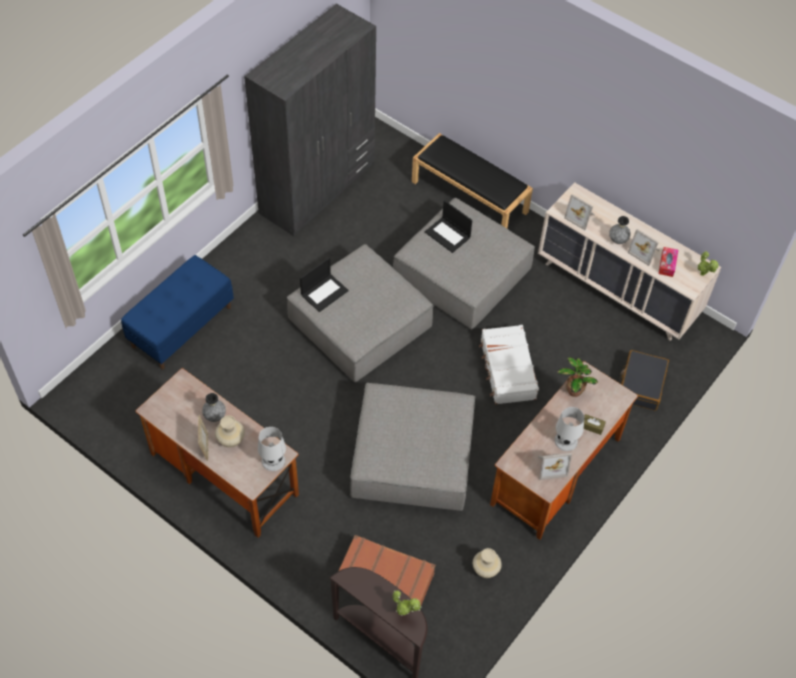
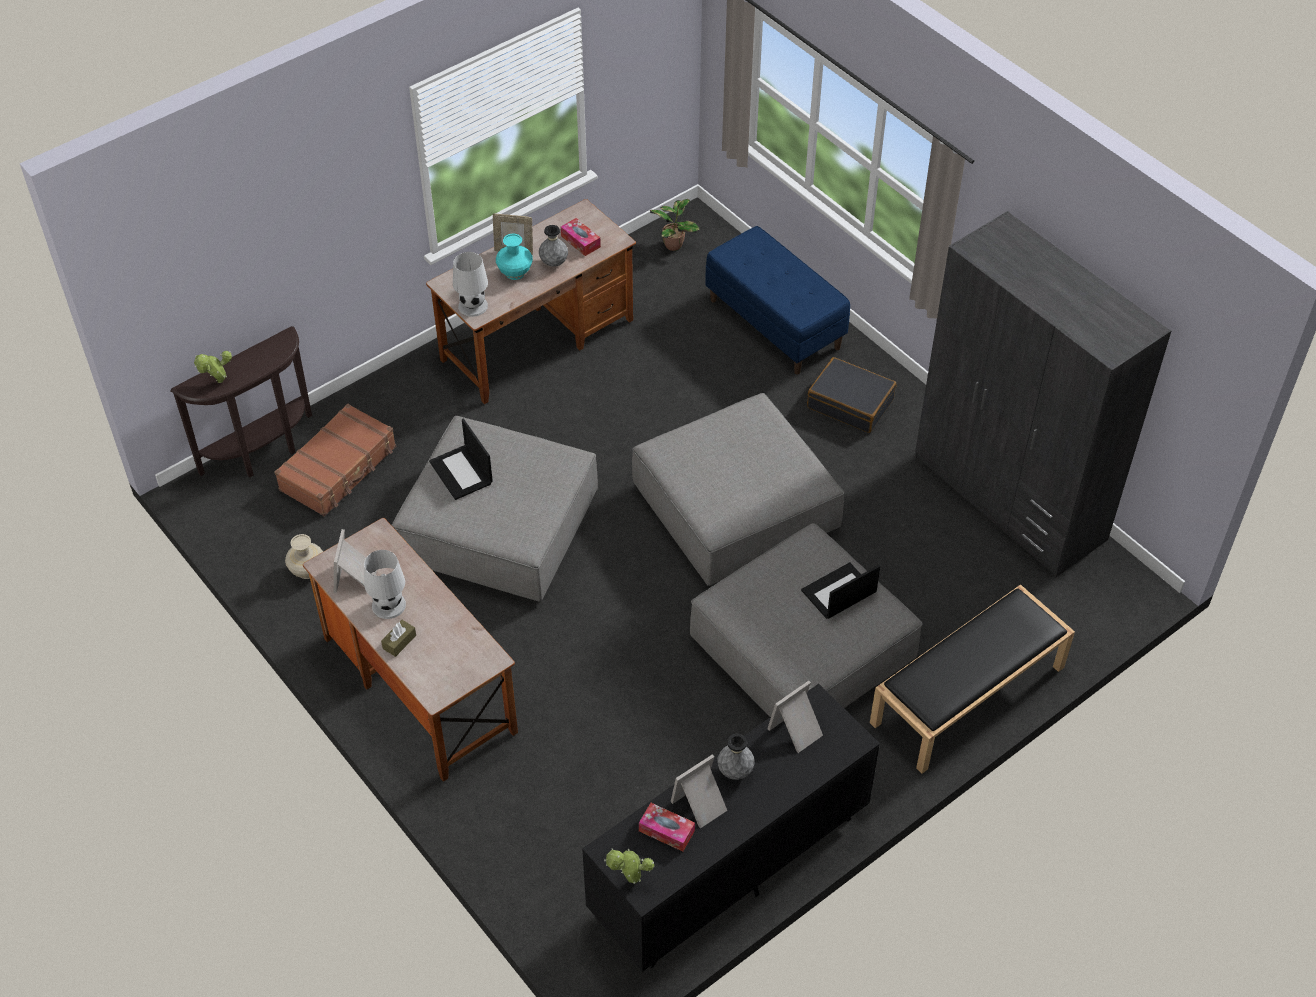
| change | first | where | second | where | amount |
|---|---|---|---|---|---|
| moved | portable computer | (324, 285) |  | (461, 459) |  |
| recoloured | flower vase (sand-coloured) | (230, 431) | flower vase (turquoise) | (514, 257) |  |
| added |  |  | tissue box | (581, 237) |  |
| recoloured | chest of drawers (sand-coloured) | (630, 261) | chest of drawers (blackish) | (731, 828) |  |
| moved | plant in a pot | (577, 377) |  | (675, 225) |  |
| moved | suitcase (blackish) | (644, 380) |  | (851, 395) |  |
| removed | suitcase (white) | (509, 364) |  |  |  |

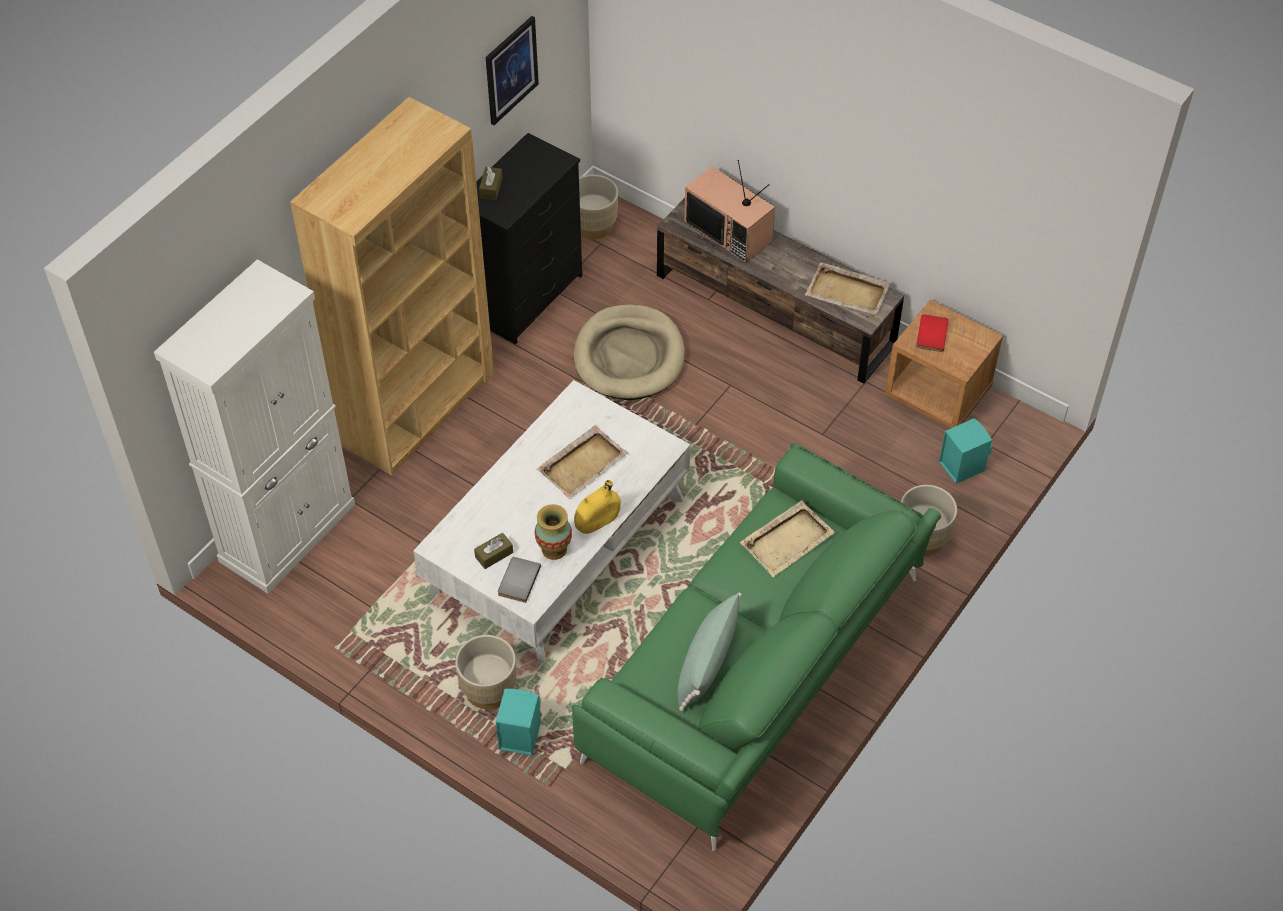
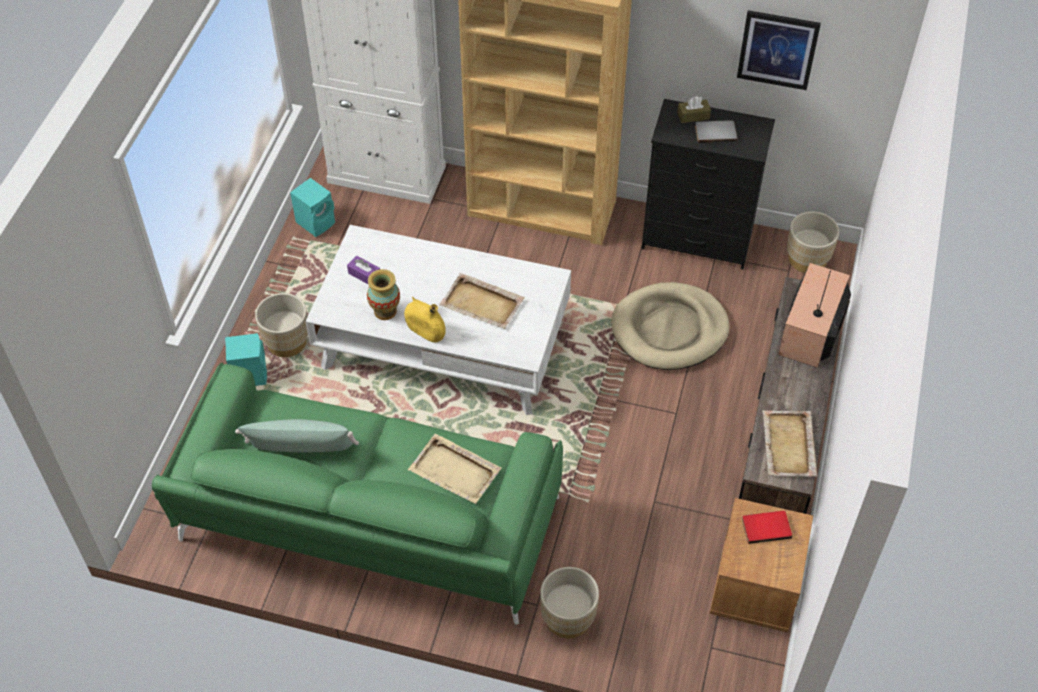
| change | first | where | second | where | amount |
|---|---|---|---|---|---|
| moved | loudspeaker (turquoise) | (965, 451) |  | (312, 207) |  |
| recoloured | tissue box (brown-coloured) | (493, 551) | tissue box (purplish) | (363, 270) |  |
| moved | volume (greyish) | (519, 580) |  | (716, 131) |  |

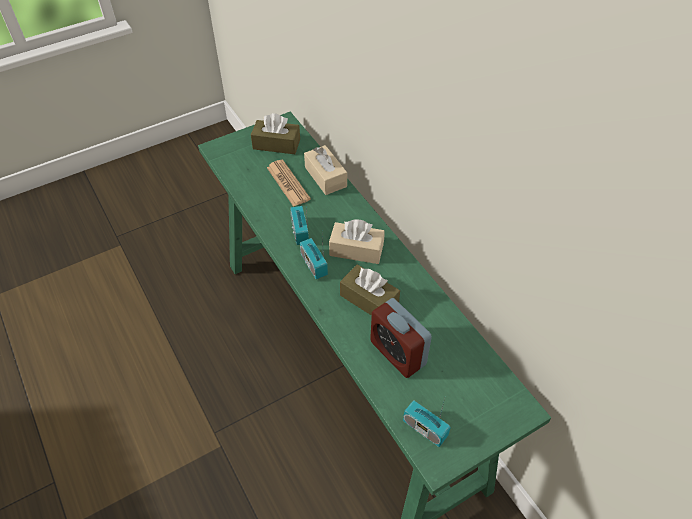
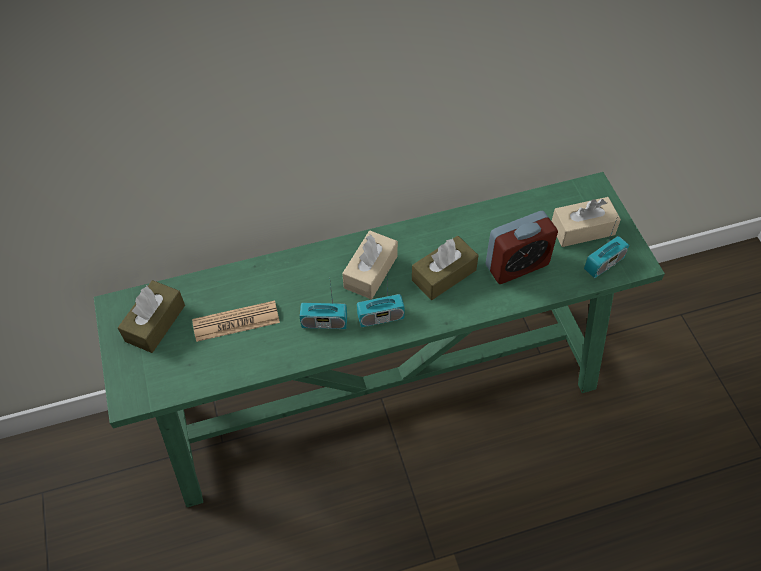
| change | first | where | second | where | amount |
|---|---|---|---|---|---|
| moved | tissue box (sand-coloured) | (325, 170) |  | (586, 222) |  |

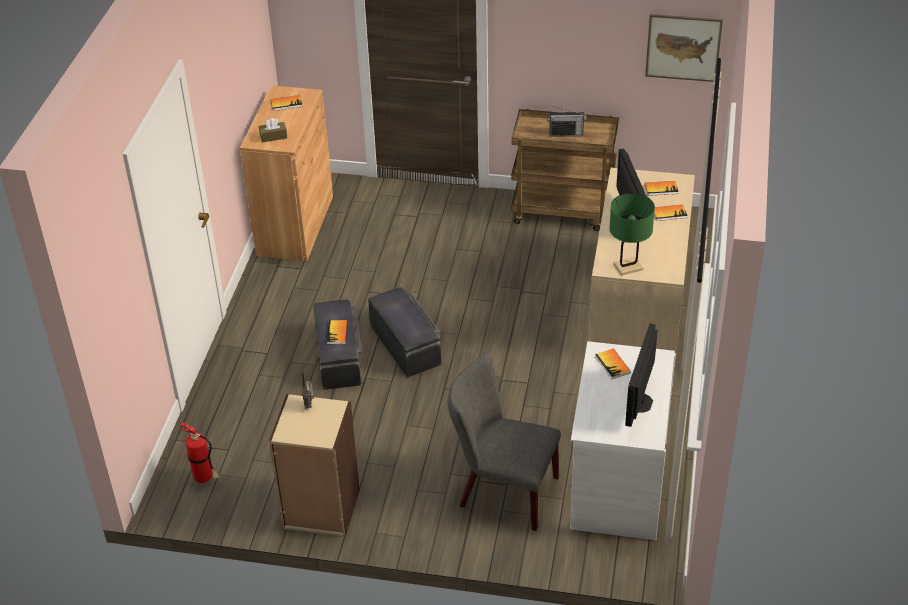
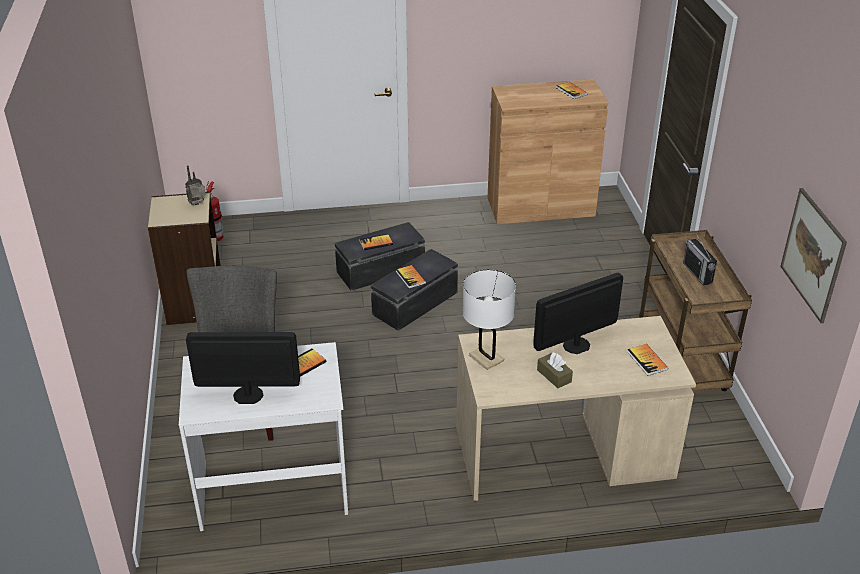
| change | first | where | second | where | amount |
|---|---|---|---|---|---|
| moved | volume | (671, 213) |  | (411, 277) |  |
| recoloured | lamp for a table (greenish) | (632, 234) | lamp for a table (white) | (489, 319) |  |
| moved | tissue box (brown-coloured) | (273, 130) |  | (555, 370) |  |

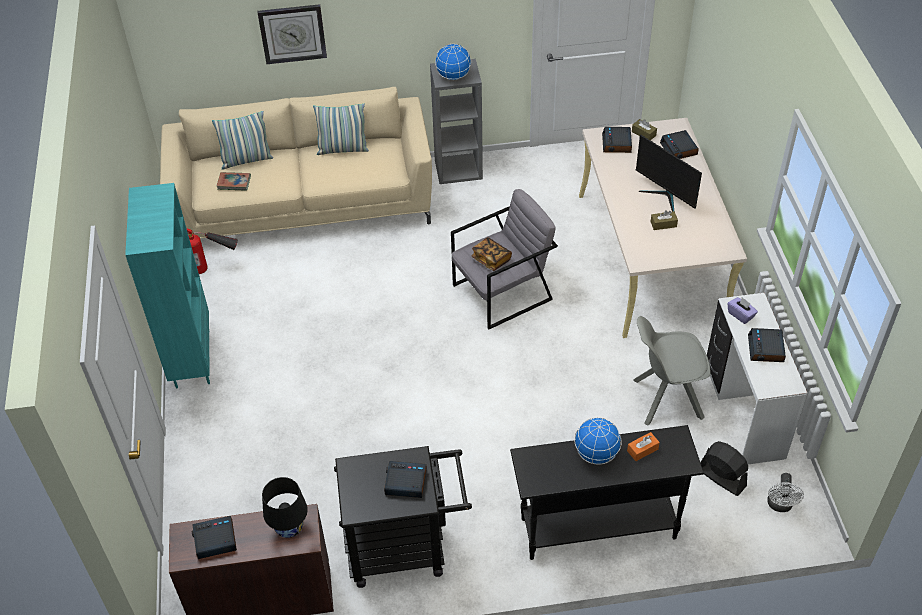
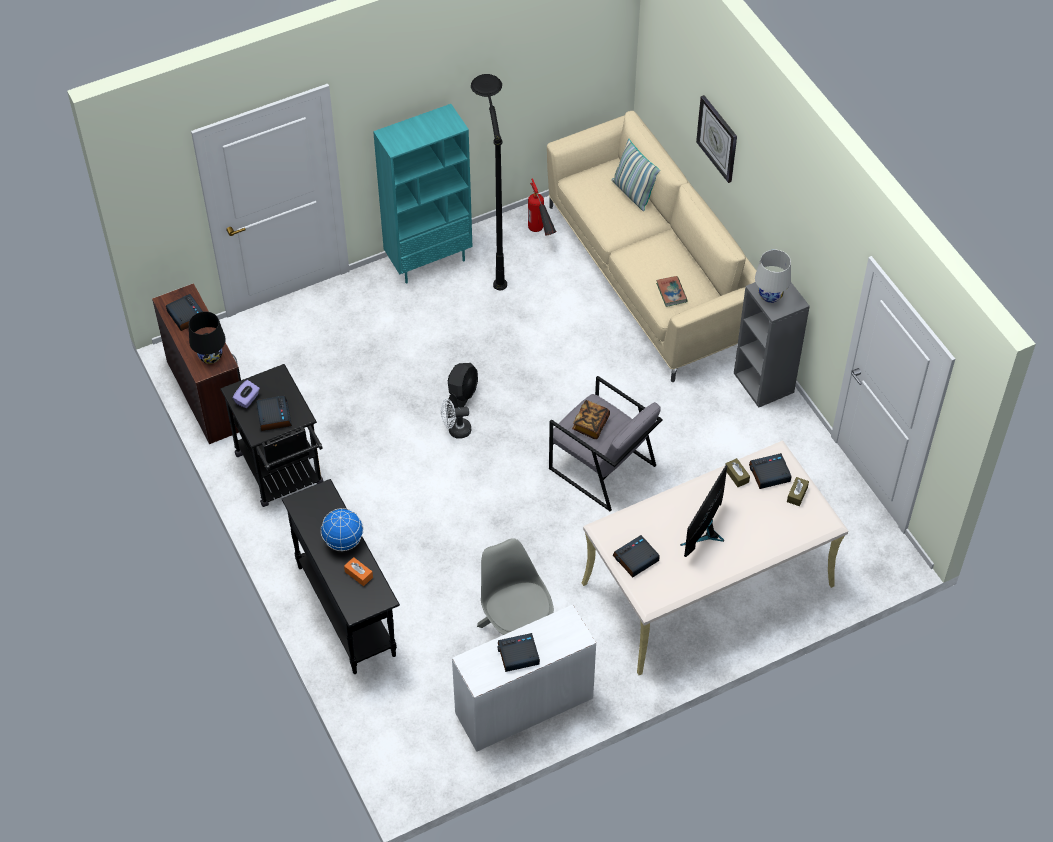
| change | first | where | second | where | amount |
|---|---|---|---|---|---|
| moved | tissue box (purplish) | (743, 310) |  | (246, 394) |  |
| moved | cooling fan (white) | (785, 492) |  | (456, 418) |  |
| moved | cooling fan (blackish) | (724, 468) |  | (462, 386) |  |
| added |  |  | standing lamp (blackish) | (489, 182) |  |
| moved | alarm clock | (679, 144) |  | (636, 556) |  |
| moved | volume | (233, 181) |  | (672, 291) |  |
| moved | tissue box (brown-coloured) | (664, 220) |  | (737, 472) |  |
| replaced | world globe | (453, 62) | lamp for a table (white) | (773, 276) |  |
| removed | cushion | (341, 129) |  |  |  |

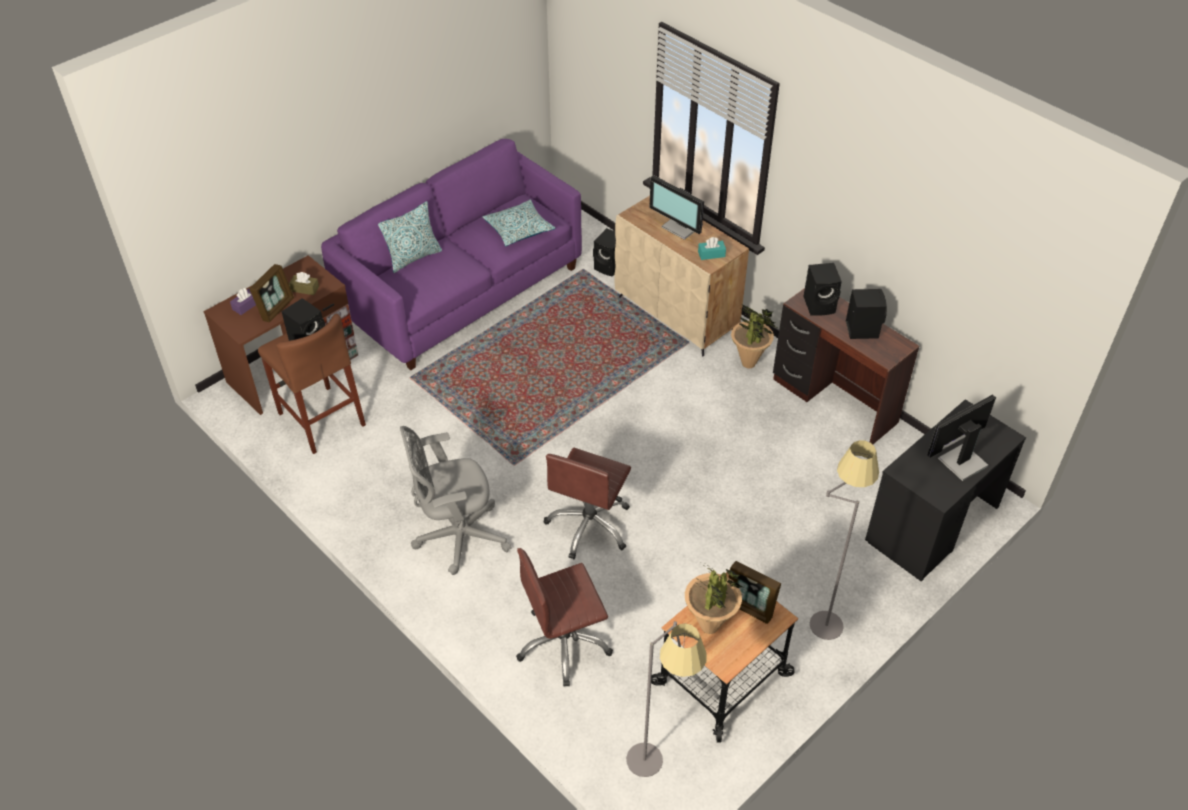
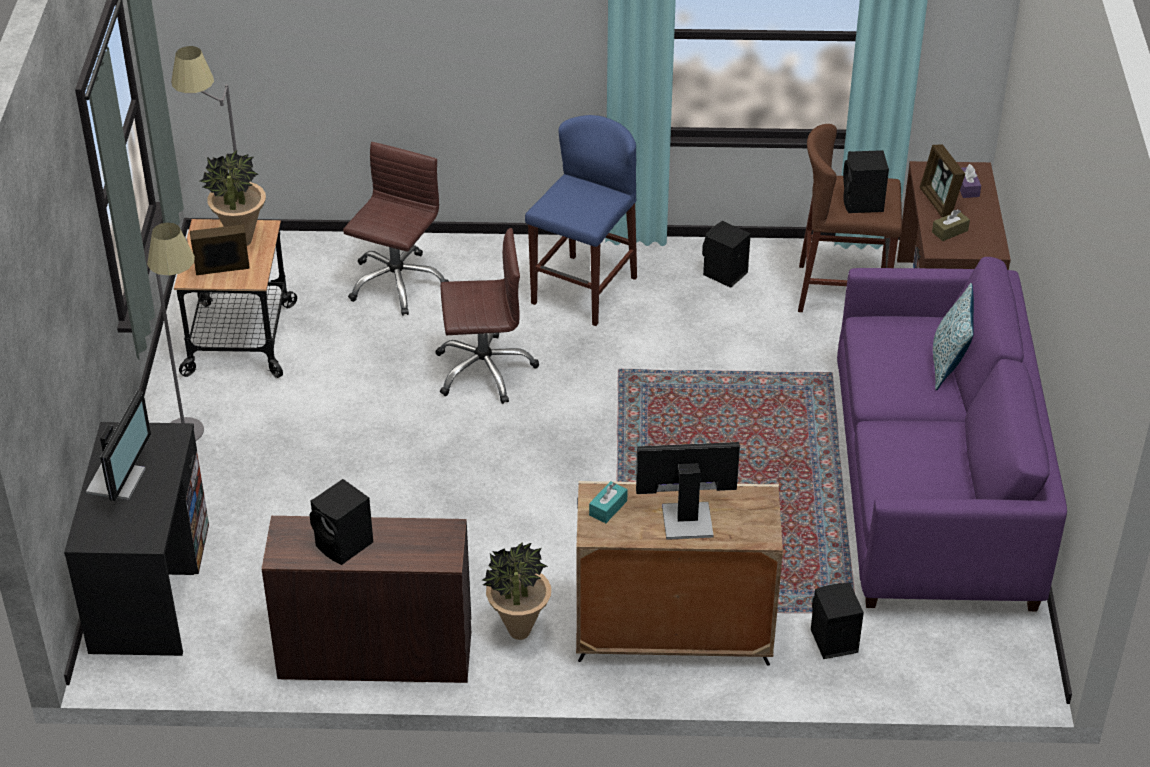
| change | first | where | second | where | amount |
|---|---|---|---|---|---|
| turned | desk chair (brown-coloured) | (587, 503) |  | (487, 316) | 105 degrees clockwise |
| replaced | desk chair (greyish) | (456, 500) | stool seat (bluish) | (581, 220) |  |
| moved | loudspeaker (blackish) | (822, 289) |  | (726, 254) |  |
| removed | cushion | (519, 222) |  |  |  |

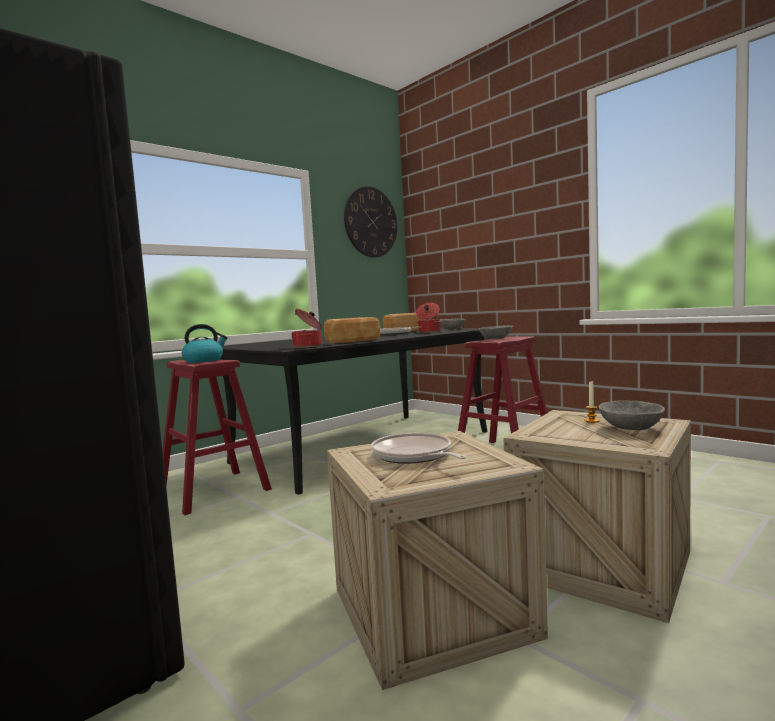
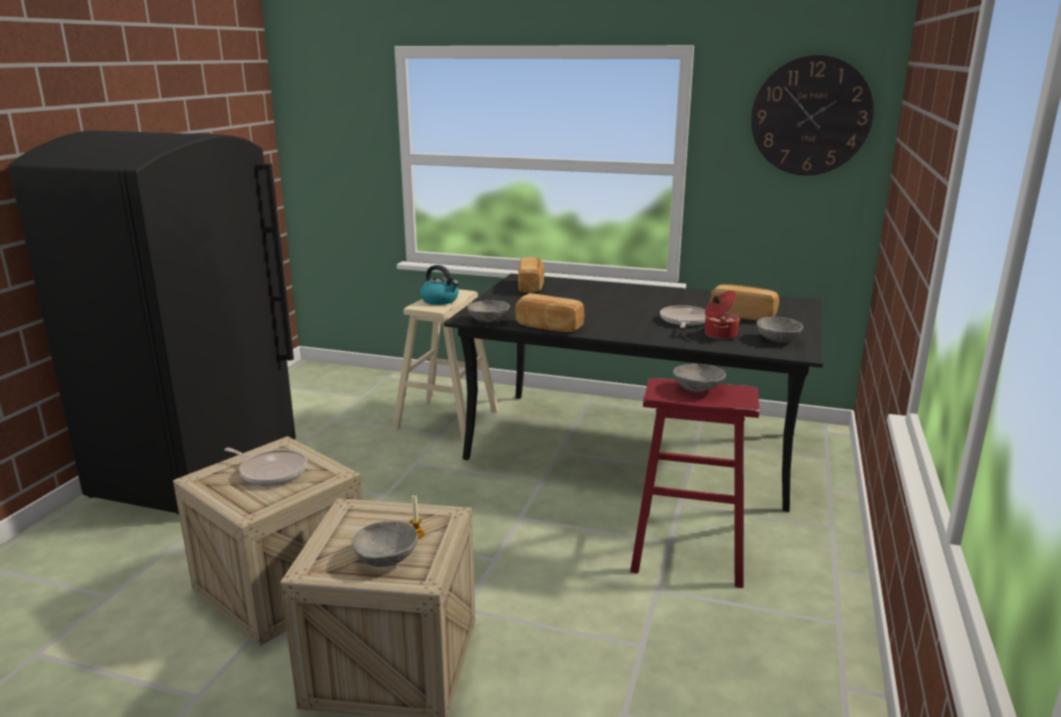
| change | first | where | second | where | amount |
|---|---|---|---|---|---|
| turned | skillet | (419, 448) |  | (265, 467) | 90 degrees clockwise |
| recoloured | stool seat (red) | (217, 437) | stool seat (sand-coloured) | (445, 365) |  |
| replaced | stockpot | (306, 328) | deep dish (greyish) | (488, 311) |  |
| added |  |  | bakery bread | (531, 275) |  |

